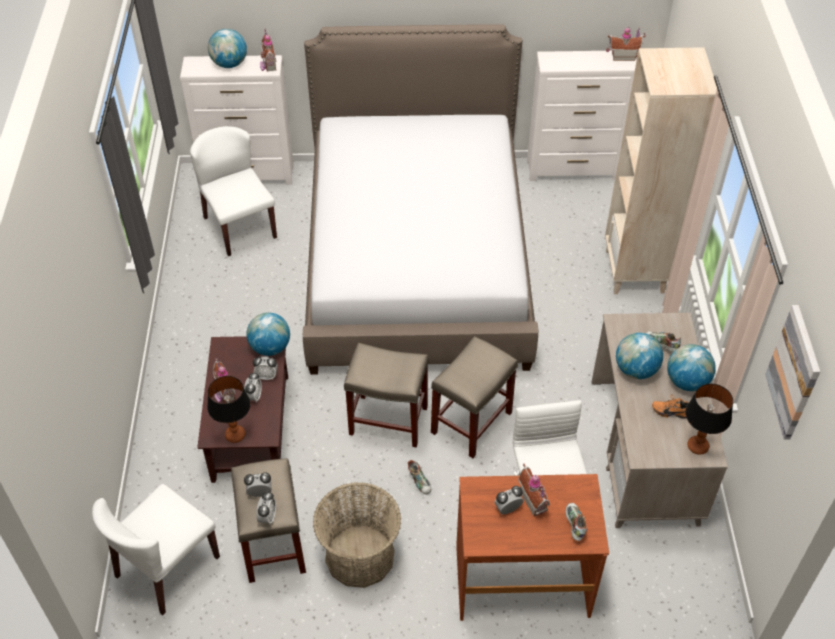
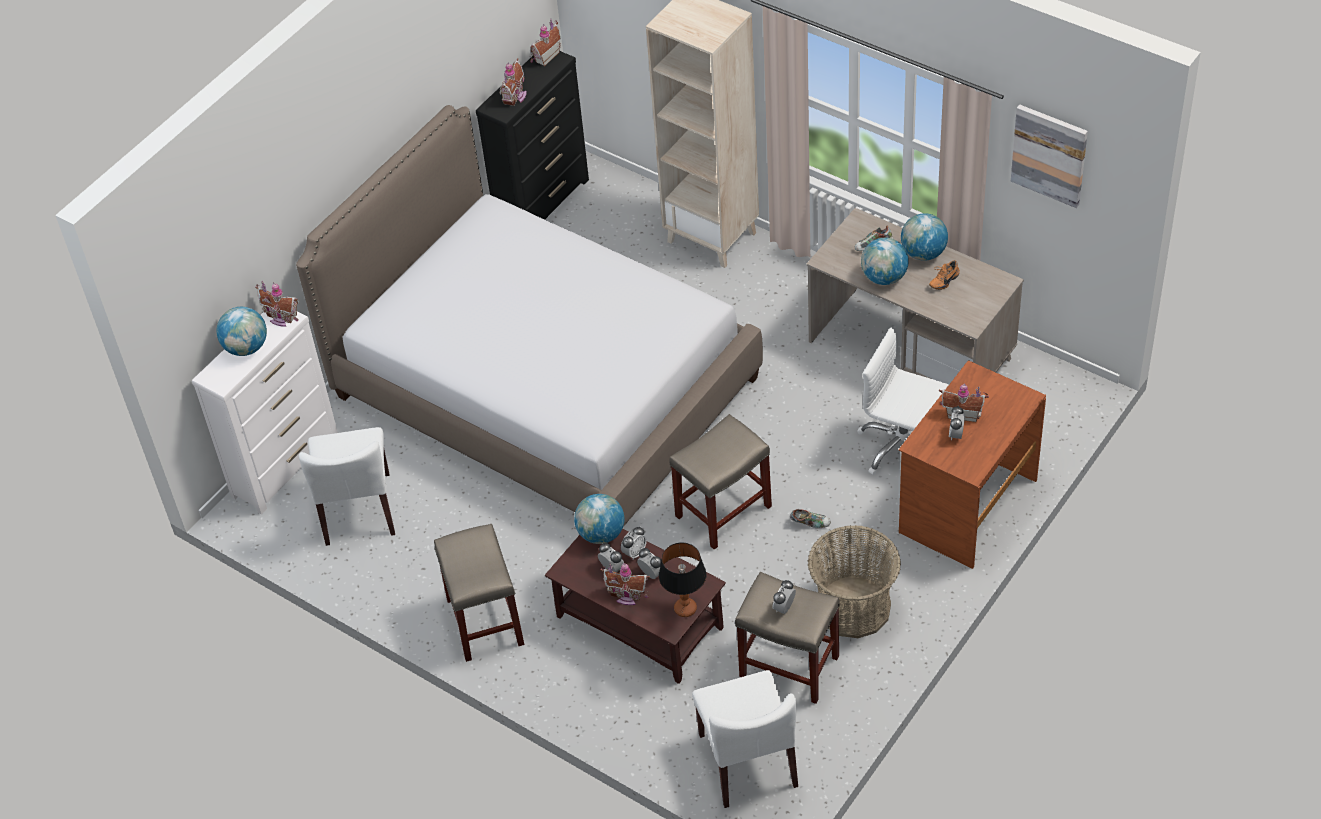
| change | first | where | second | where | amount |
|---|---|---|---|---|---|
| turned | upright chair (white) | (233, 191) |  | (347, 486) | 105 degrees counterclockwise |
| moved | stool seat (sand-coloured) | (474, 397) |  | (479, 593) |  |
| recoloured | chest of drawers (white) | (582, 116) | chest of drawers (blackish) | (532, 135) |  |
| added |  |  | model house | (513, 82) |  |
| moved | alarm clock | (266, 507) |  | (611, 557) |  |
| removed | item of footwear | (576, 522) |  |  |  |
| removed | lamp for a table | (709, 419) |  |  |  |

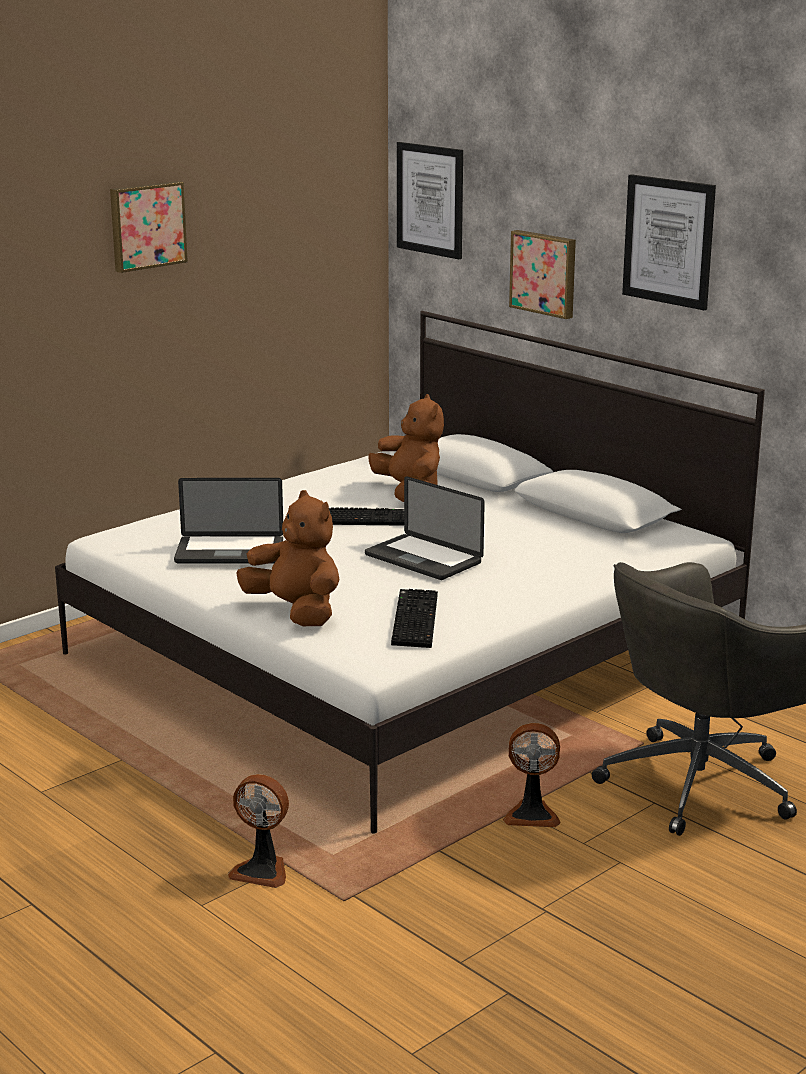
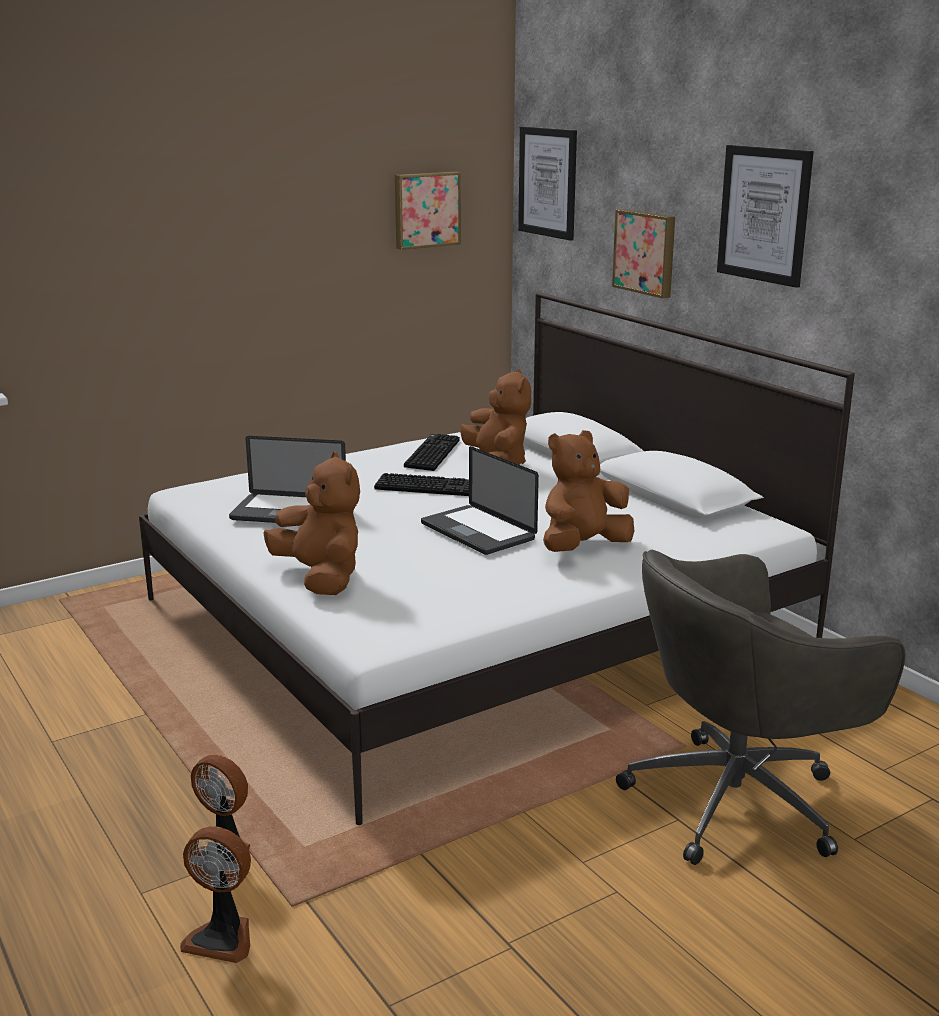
| change | first | where | second | where | amount |
|---|---|---|---|---|---|
| moved | cooling fan | (531, 775) |  | (215, 894) |  |
| moved | wall picture | (149, 227) |  | (428, 211) |  |
| moved | computer keyboard | (414, 618) |  | (432, 452) |  |
| added |  |  | plush toy (brown-coloured) | (588, 491) |  |

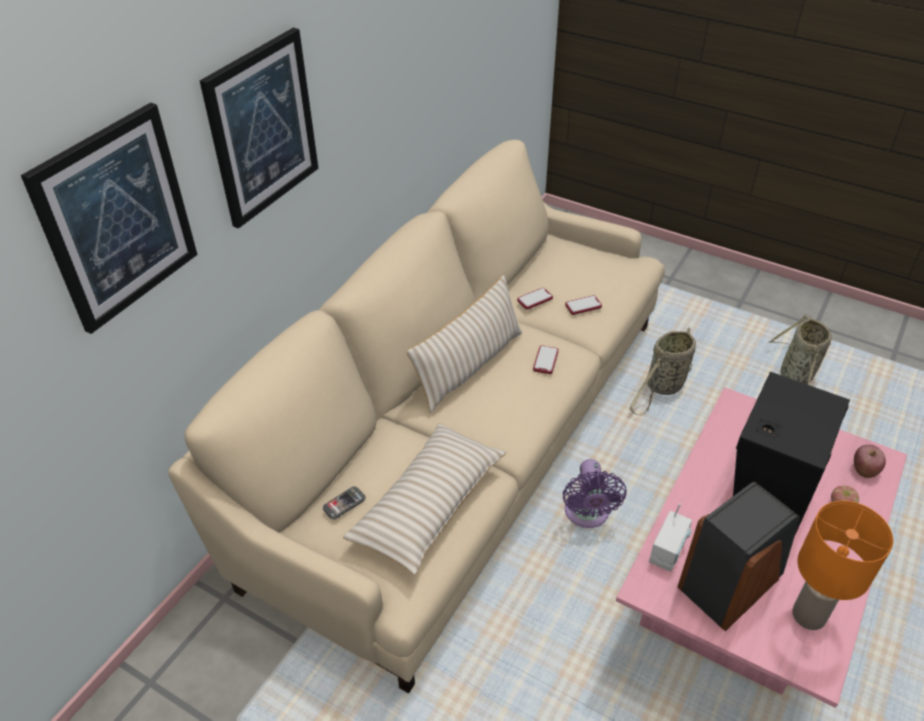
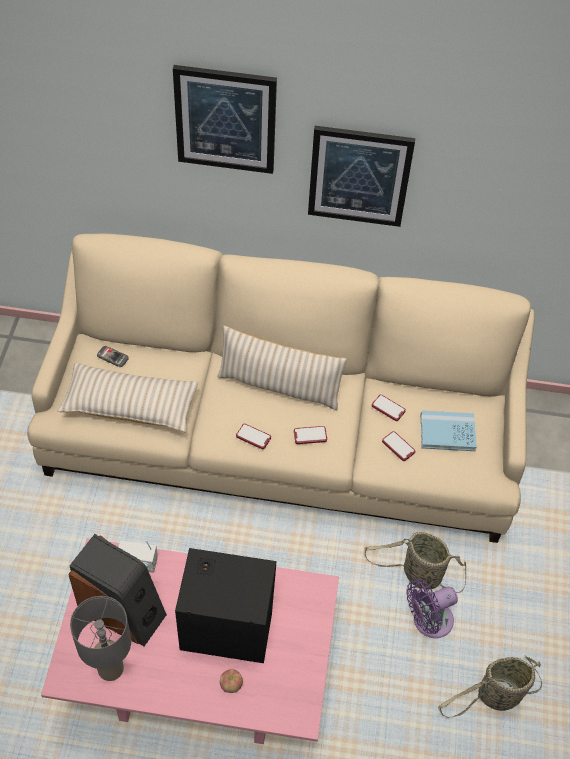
| change | first | where | second | where | amount |
|---|---|---|---|---|---|
| recoloured | lamp for a table (orange-coloured) | (842, 565) | lamp for a table (greyish) | (100, 638) |  |
| added |  |  | handset | (253, 436) |  |
| moved | wall picture | (109, 218) |  | (361, 176) |  |
| moved | cooling fan (purplish) | (595, 493) |  | (432, 608) |  |
| added |  |  | volume (bluish) | (449, 431) |  |
| removed | apple fruit | (870, 461) |  |  |  |

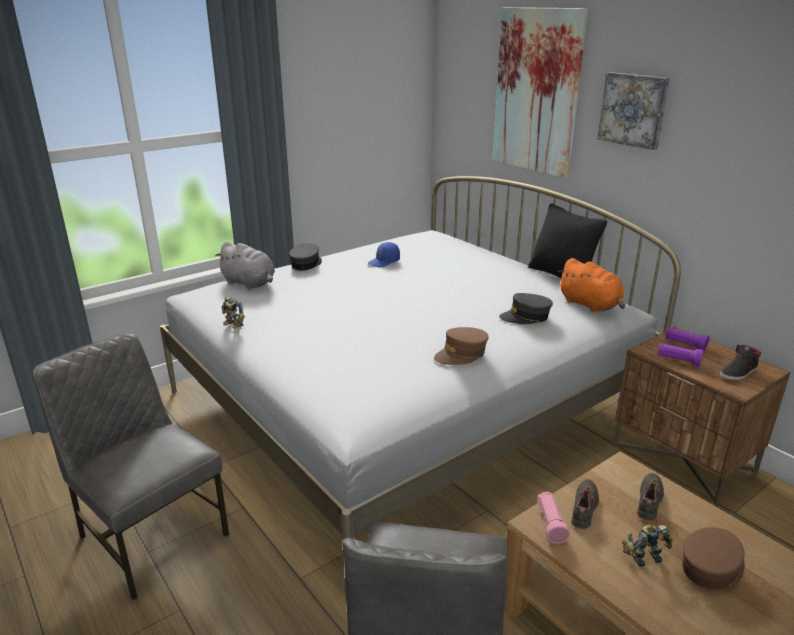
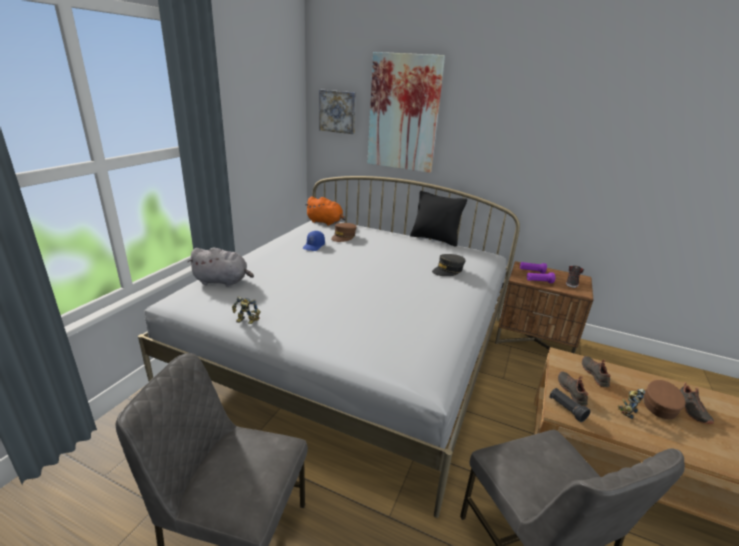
| change | first | where | second | where | amount |
|---|---|---|---|---|---|
| moved | plush toy (orange-coloured) | (591, 285) |  | (326, 211) |  |
| moved | wall picture | (634, 111) |  | (337, 112) |  |
| moved | peaked cap (brown-coloured) | (461, 346) |  | (344, 232) |  |
| recoloured | torch (pink) | (553, 518) | torch (blackish) | (570, 405) |  |
| added |  |  | item of footwear (blackish) | (697, 403) |  |
| removed | peaked cap (greyish) | (305, 256) |  |  |  |

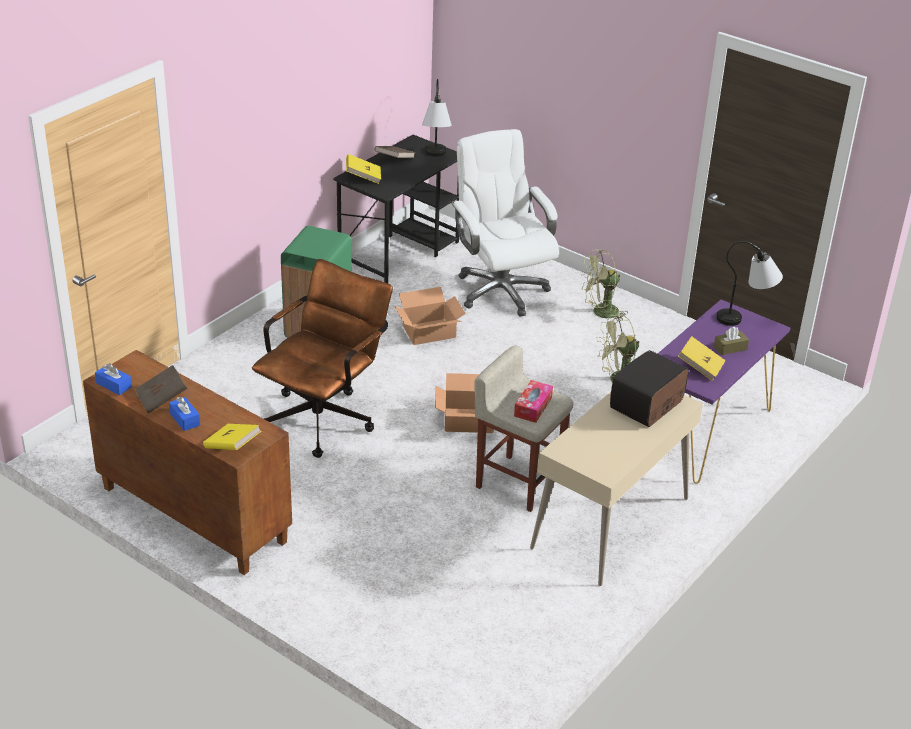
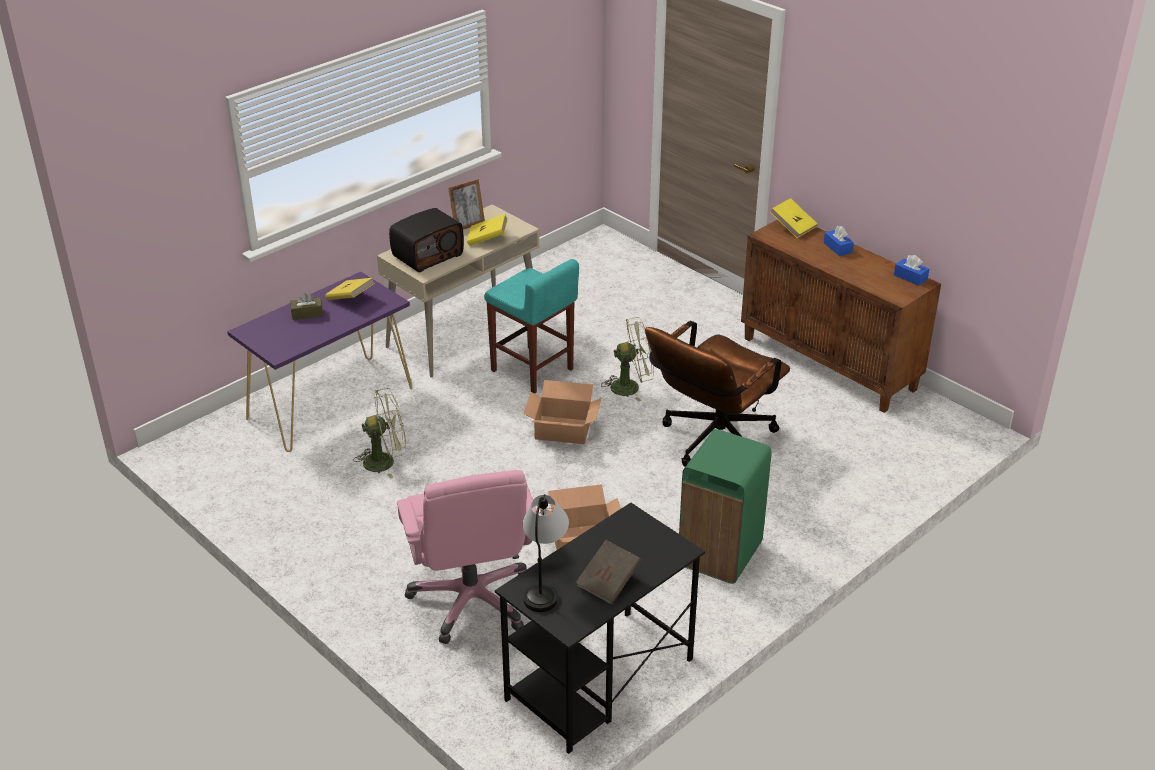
| change | first | where | second | where | amount |
|---|---|---|---|---|---|
| recoloured | desk chair (white) | (505, 223) | desk chair (pink) | (467, 557) |  |
| added |  |  | standing frame | (466, 204) |  |
| moved | volume (yellow-coloured) | (363, 169) |  | (487, 230) |  |
| recoloured | stool seat (sand-coloured) | (523, 428) | stool seat (turquoise) | (531, 326) |  |
| moved | cooling fan (greenish) | (604, 285) |  | (627, 359) |  |
| removed | volume (brown-coloured) | (161, 389) |  |  |  |
| removed | tissue box | (533, 401) |  |  |  |
| removed | lamp for a table | (749, 283) |  |  |  |

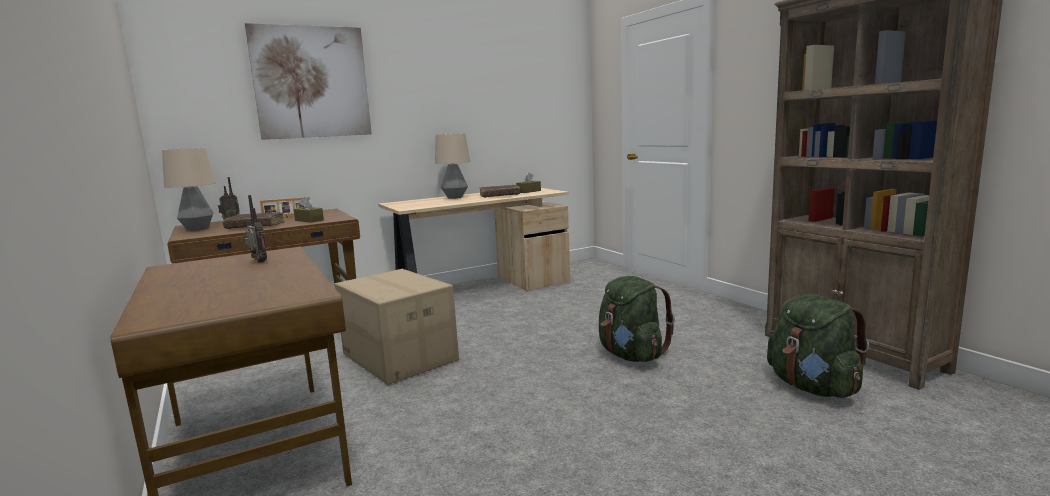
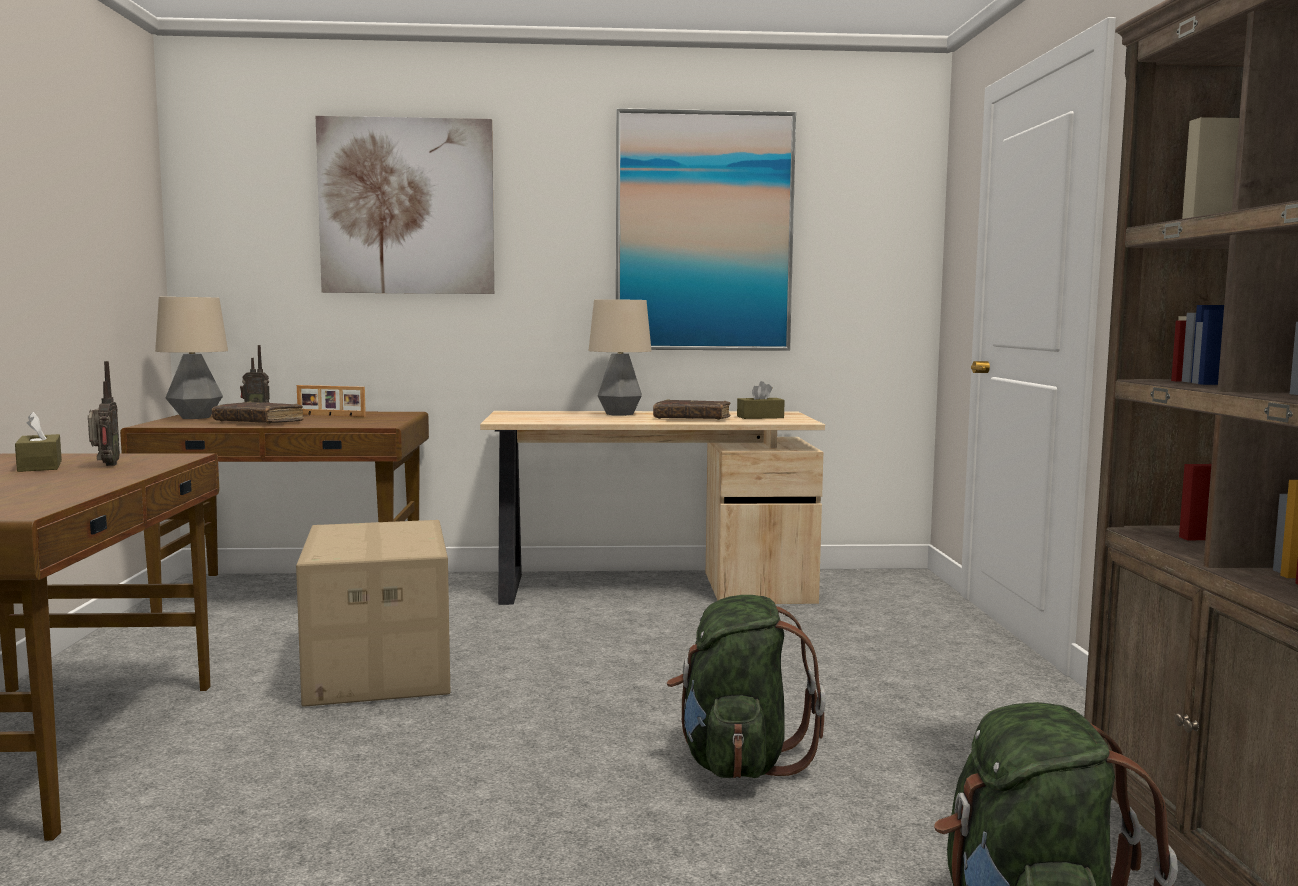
| change | first | where | second | where | amount |
|---|---|---|---|---|---|
| moved | tissue box (brown-coloured) | (309, 210) |  | (38, 442) |  |
| added |  |  | wall picture | (706, 229) |  |

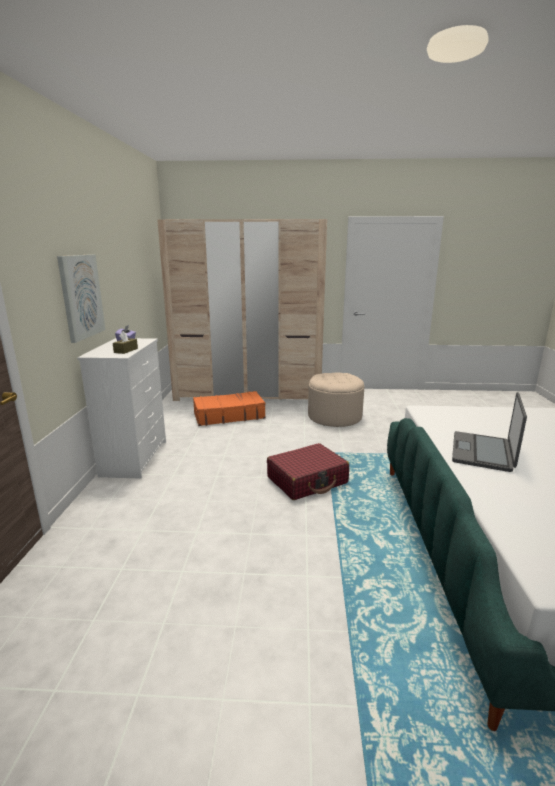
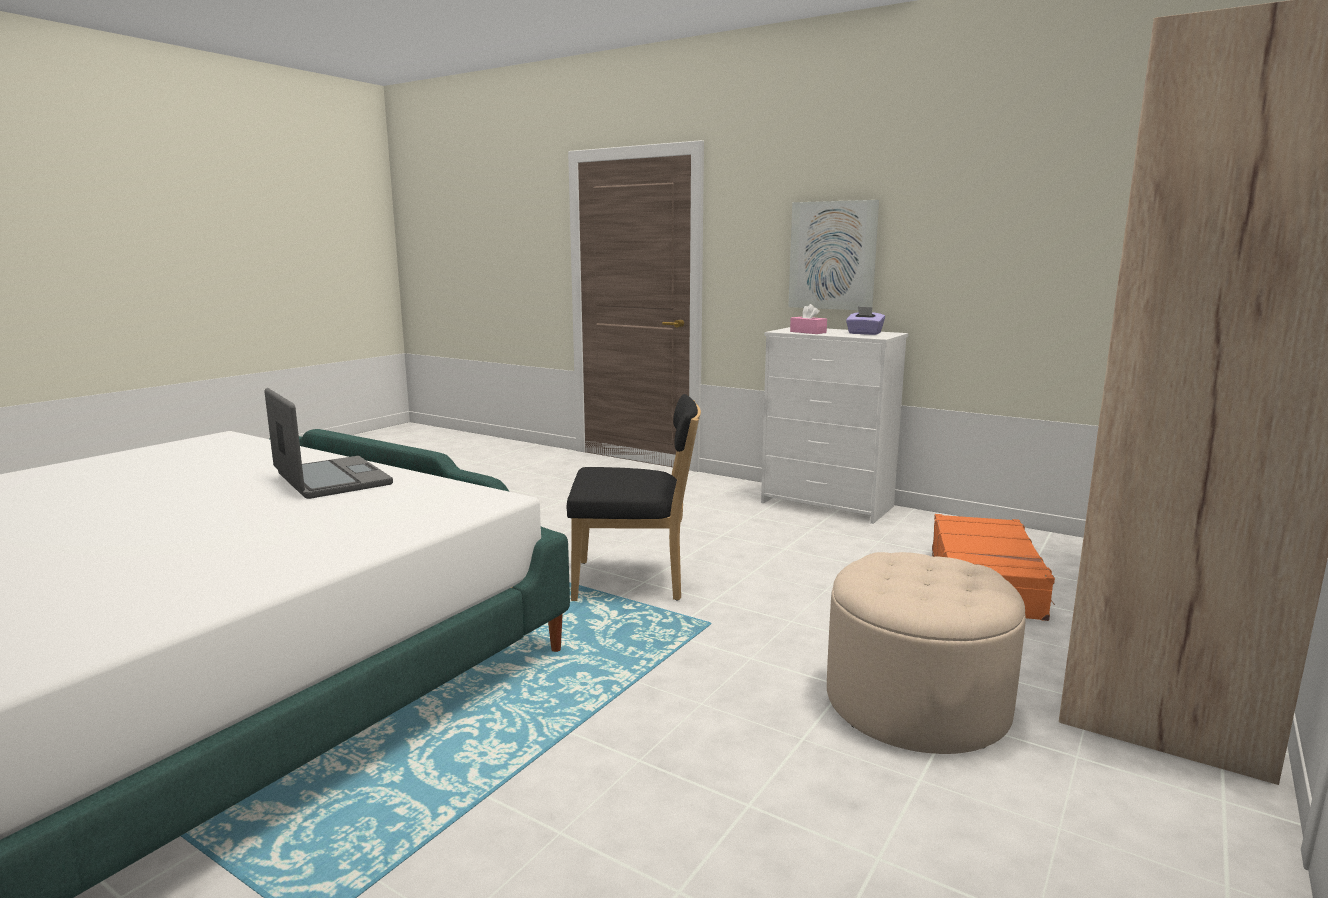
| change | first | where | second | where | amount |
|---|---|---|---|---|---|
| replaced | suitcase (red) | (308, 471) | upright chair (blackish) | (634, 497) |  |
| recoloured | tissue box (brown-coloured) | (125, 342) | tissue box (pink) | (808, 319) |  |

